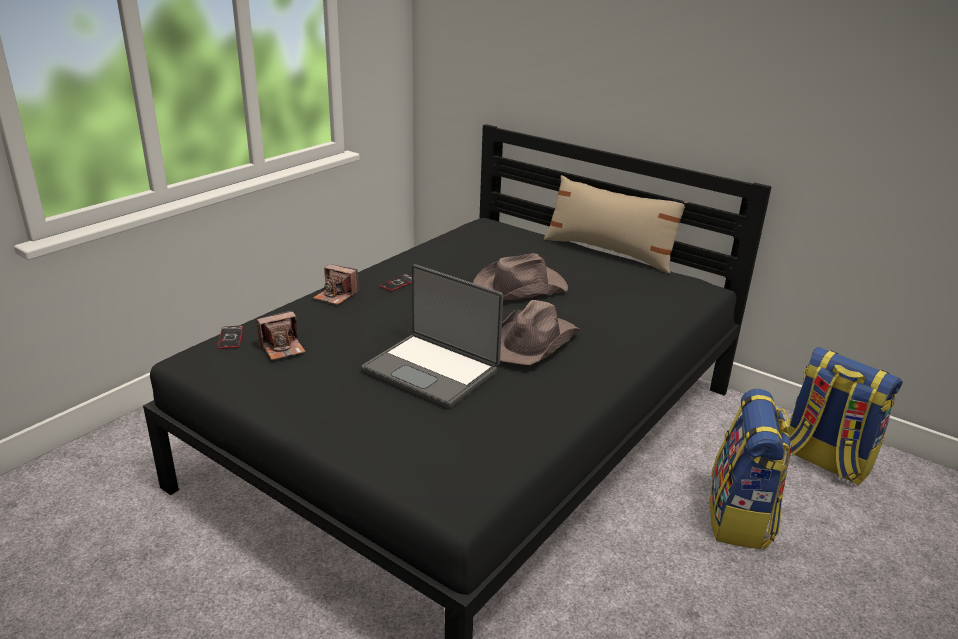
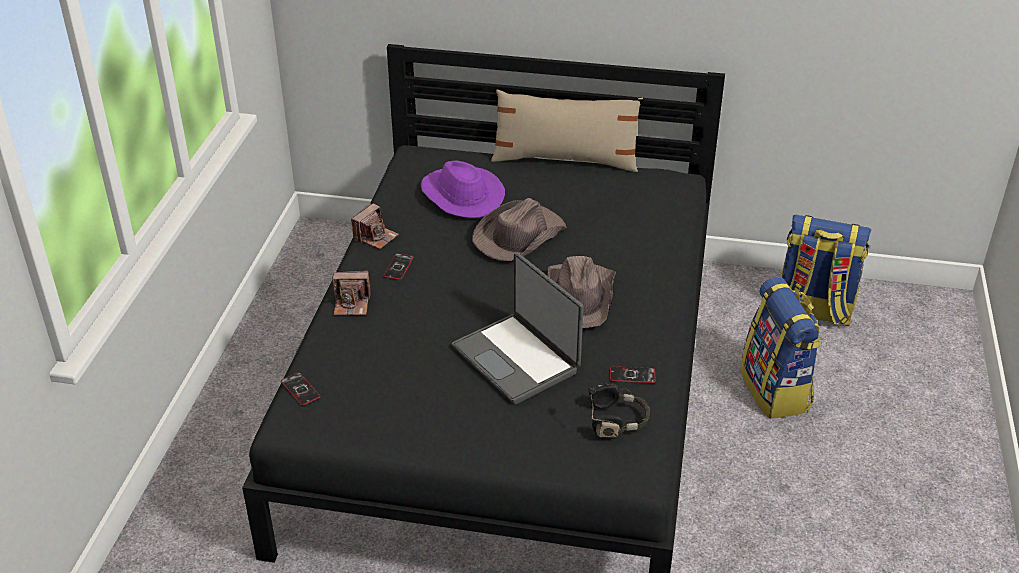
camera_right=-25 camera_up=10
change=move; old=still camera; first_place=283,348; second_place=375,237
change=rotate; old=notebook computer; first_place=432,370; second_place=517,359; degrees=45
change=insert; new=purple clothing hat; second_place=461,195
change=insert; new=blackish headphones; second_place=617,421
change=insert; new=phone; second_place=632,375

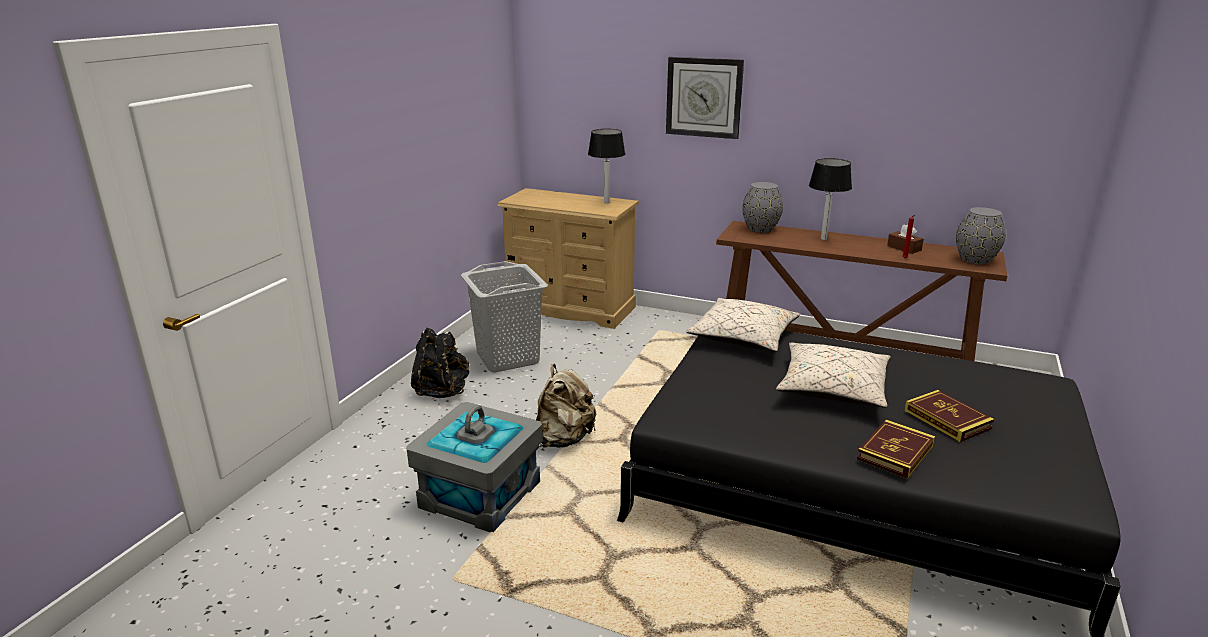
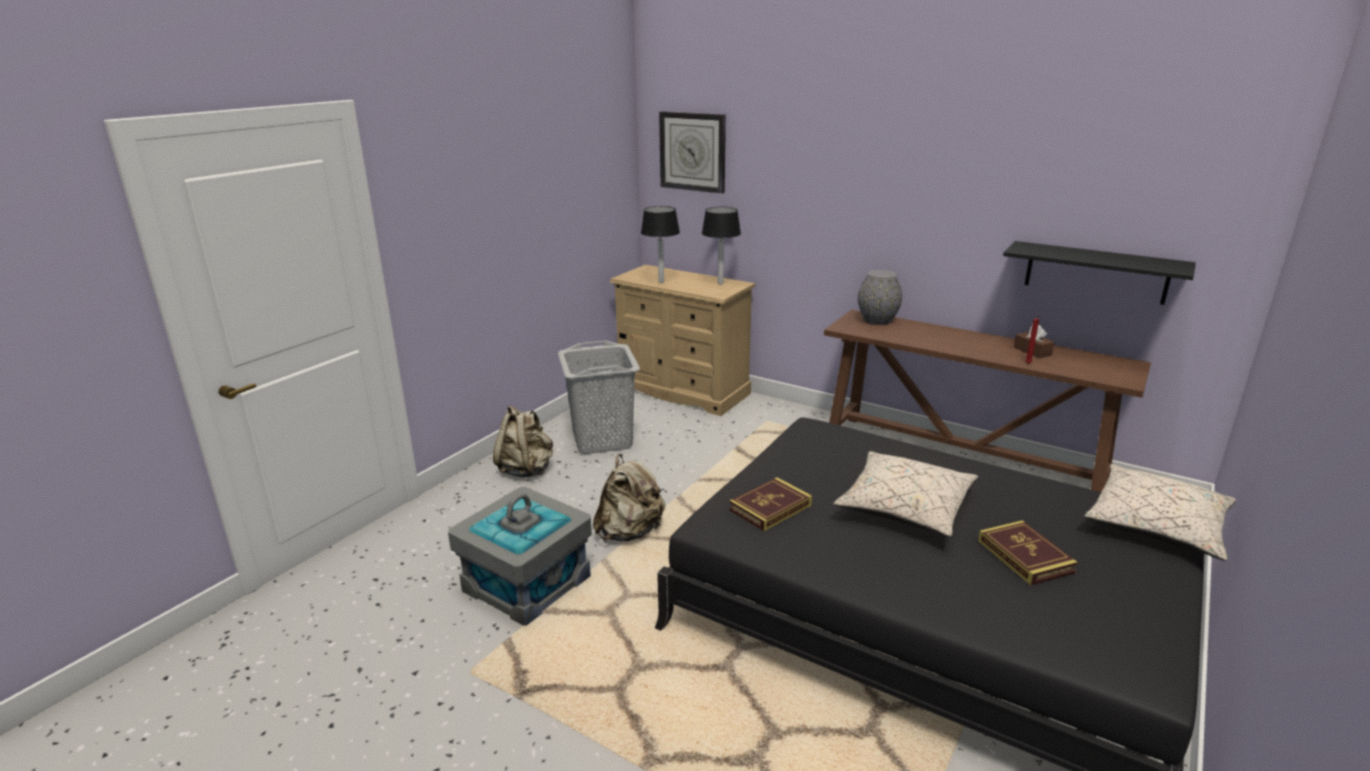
camera_right=10 camera_up=0
change=recolor; old=blackish knapsack; new=sand-coloured knapsack; first_place=442,391; second_place=526,469
change=move; old=wall clock; first_place=704,97; second_place=693,151
change=move; old=sand-coloured throw pillow; first_place=743,337; second_place=1157,525
change=move; old=table lamp; first_place=824,239; second_place=661,282
change=move; old=book; first_place=895,452; second_place=770,508
change=delete; old=grey vase; first_place=976,260
change=insert; new=blackish wall shelf; second_place=1096,272

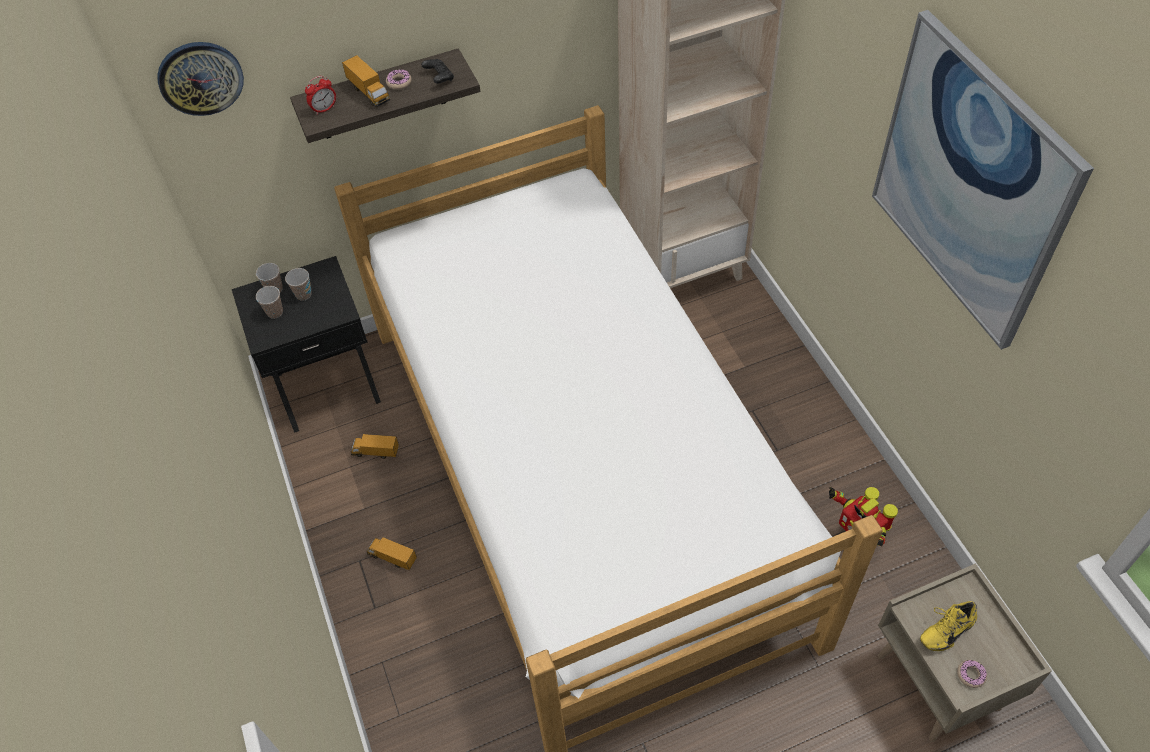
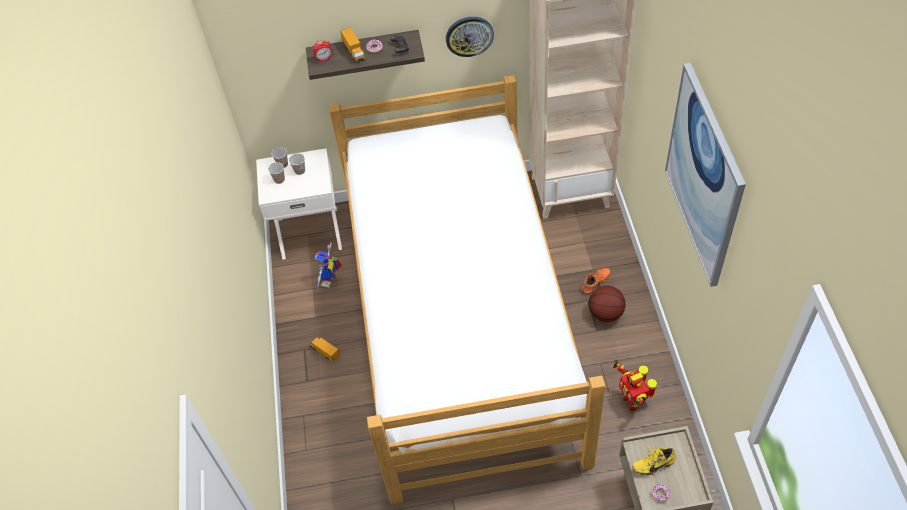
camera_right=15 camera_up=0
change=move; old=wall clock; first_place=200,77; second_place=469,35
change=recolor; old=blackish nightstand; new=white-coloured nightstand; first_place=326,385; second_place=310,231
change=replace; old=toy truck; new=model robot; first_place=375,452; second_place=331,282
change=insert; new=orange-coloured low shoe; second_place=596,284
change=insert; new=ball for basketball; second_place=605,313

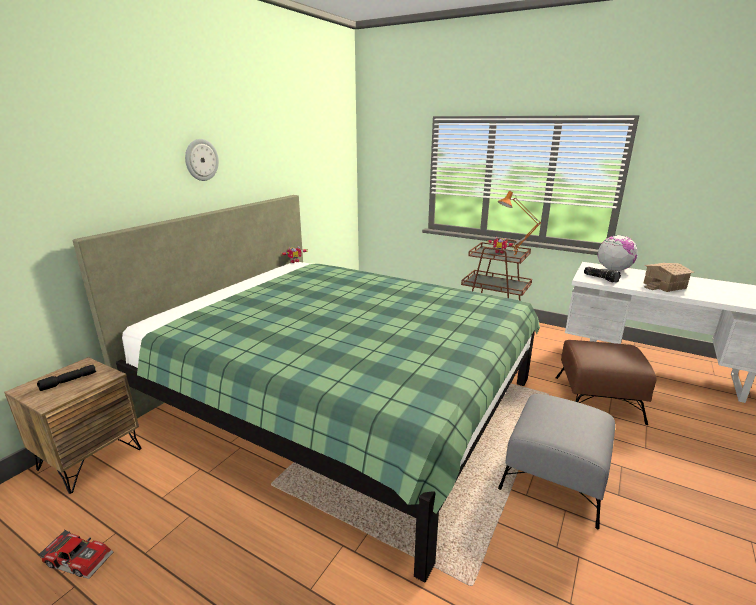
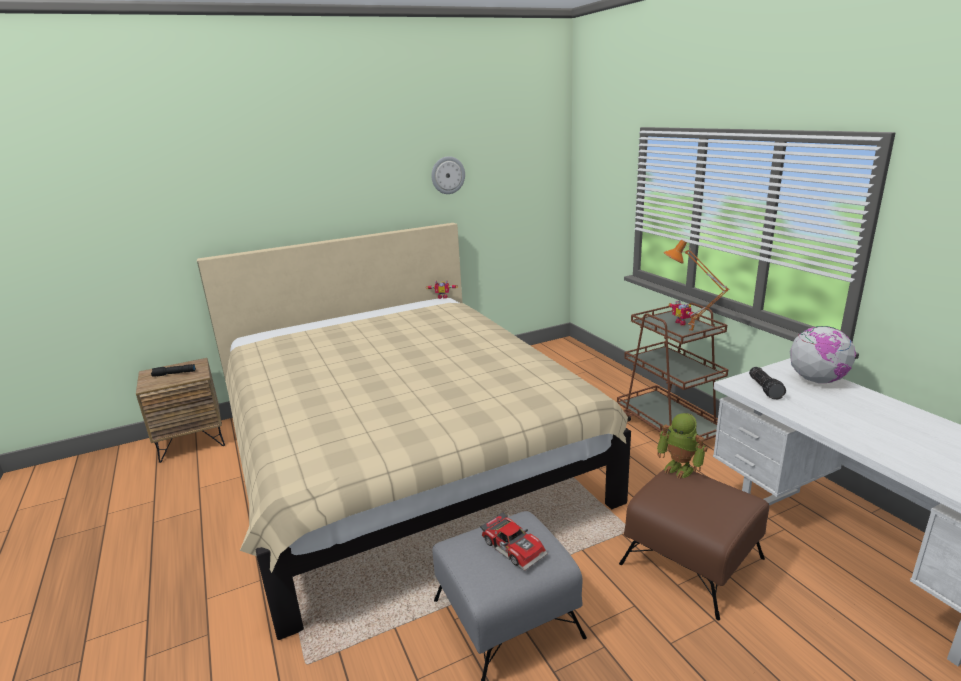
camera_right=35 camera_up=0
change=move; old=model car; first_place=80,558; second_place=514,546
change=recolor; old=greenish bed; new=sand-coloured bed; first_place=340,400; second_place=401,457
change=move; old=wall clock; first_place=201,160; second_place=447,175
change=delete; old=toy house; first_place=665,286
change=insert; new=model robot; second_place=680,468

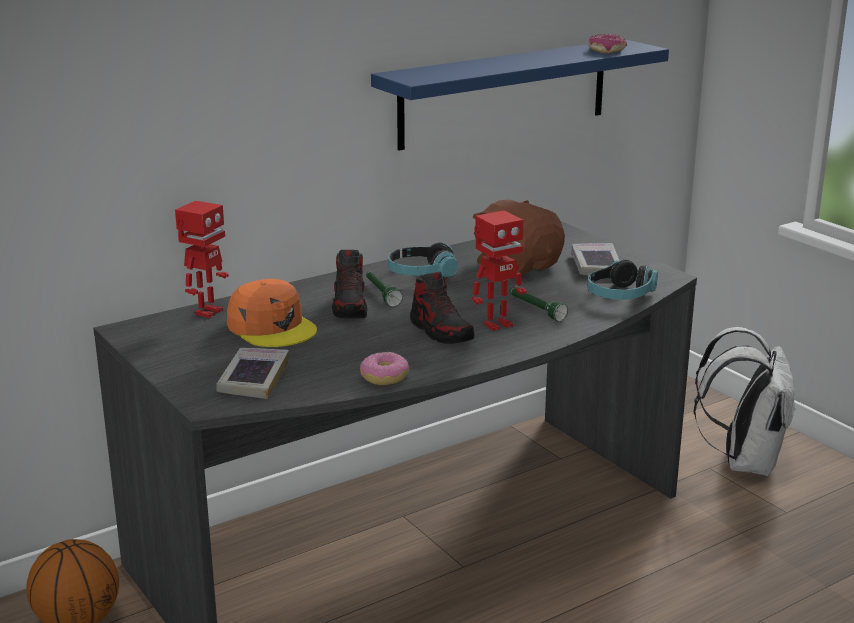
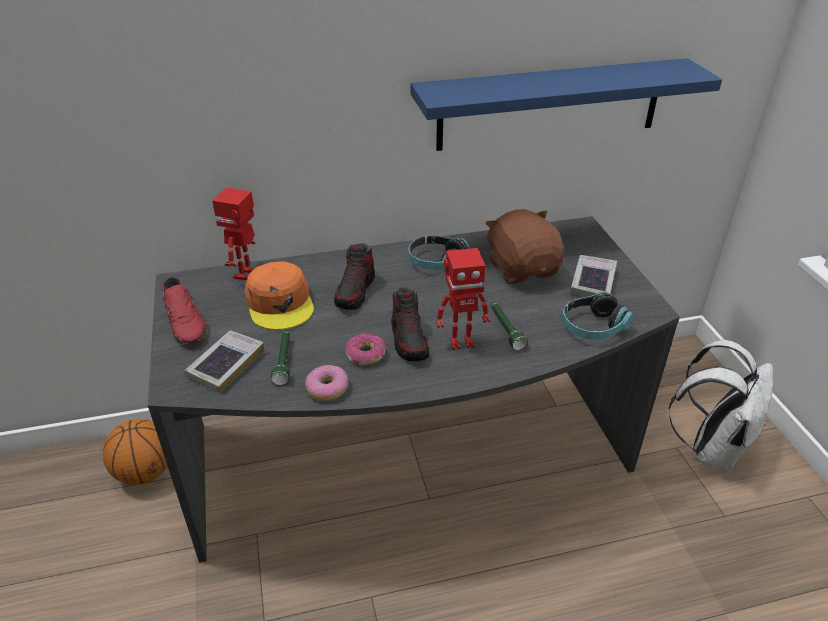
camera_right=20 camera_up=15
change=rotate; old=model robot; first_place=207,312; second_place=245,274; degrees=150
change=move; old=greenish flashlight; first_place=381,294; second_place=284,361
change=move; old=donut; first_place=607,50; second_place=366,355
change=insert; new=red-coloured low shoe; second_place=187,322

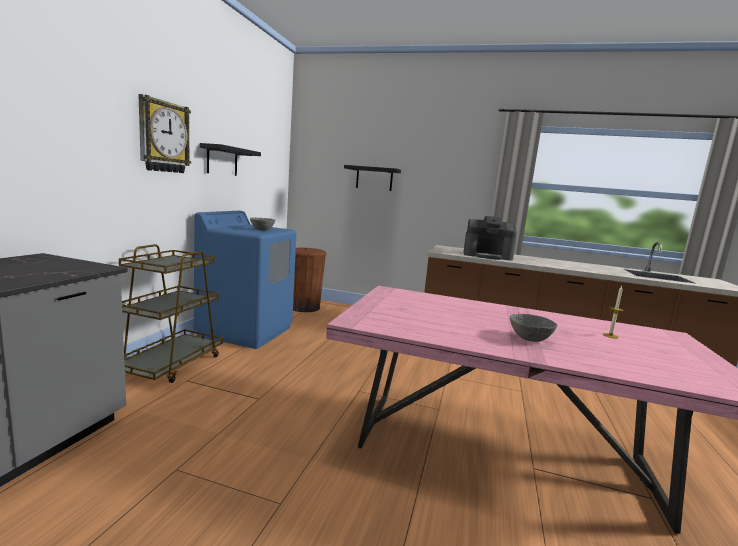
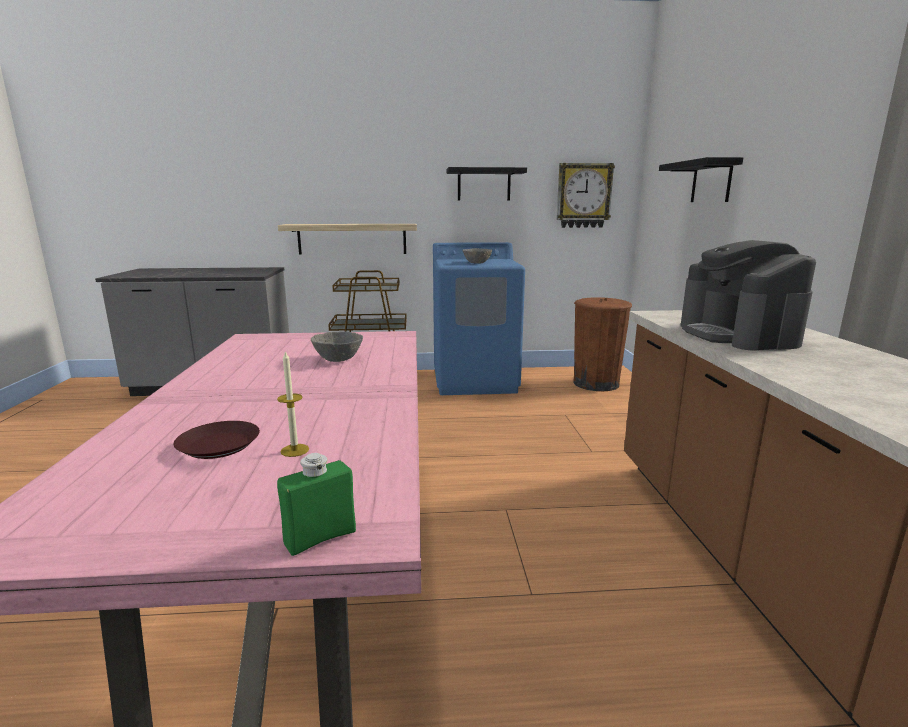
camera_right=70 camera_up=5
change=move; old=wall clock; first_place=163,137; second_place=583,196
change=move; old=grey serving bowl; first_place=529,338; second_place=338,359
change=insert; new=brown flat dish; second_place=220,446
change=insert; new=greenish bottle; second_place=320,538
change=insert; new=wall shelf; second_place=352,239

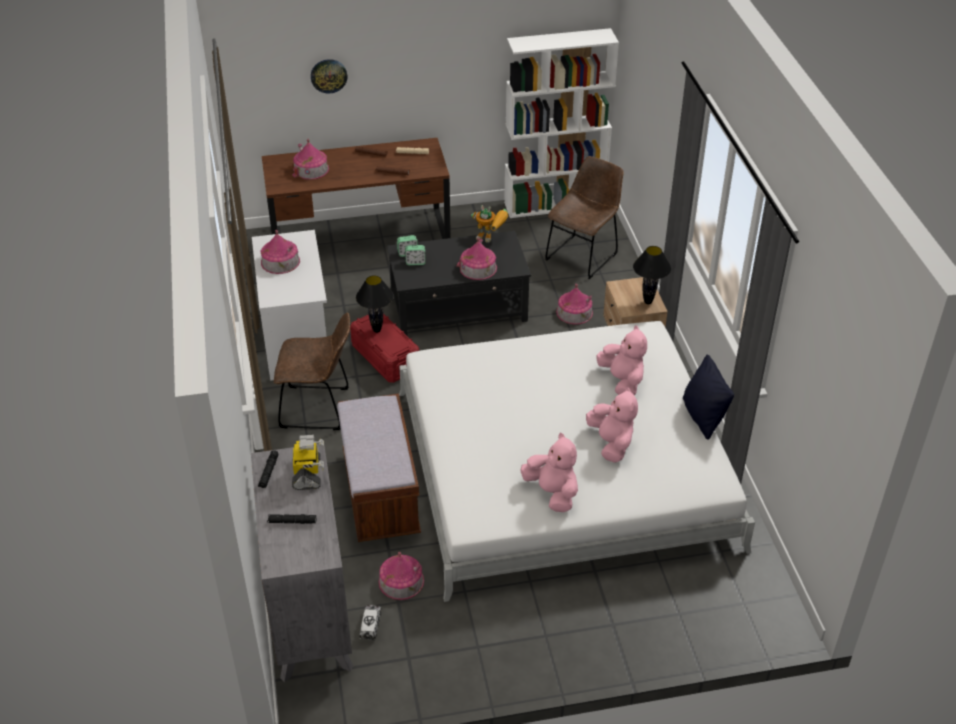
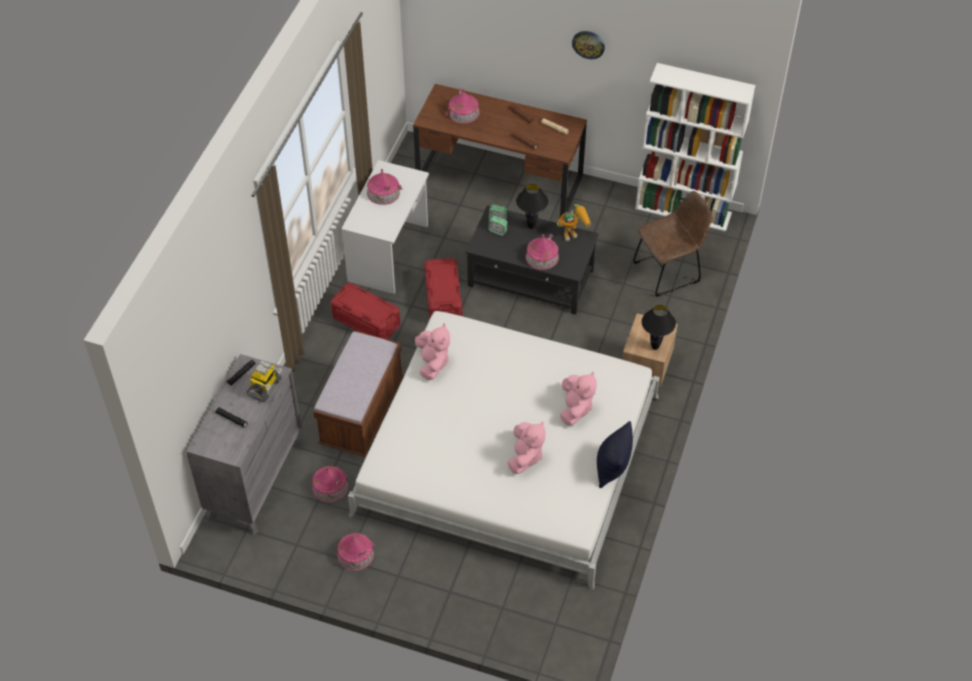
camera_right=30 camera_up=10
change=replace; old=brown plain chair; new=red-coloured storage box; first_place=319,408; second_place=366,321
change=move; old=wall clock; first_place=328,75; second_place=588,44
change=move; old=blackish table lamp; first_place=377,330; second_place=531,226
change=delete; old=toy truck; first_place=370,625
change=rotate; old=model robot; first_place=491,238; second_place=573,232; degrees=-75
change=move; old=pink plush toy; first_place=552,493; second_place=432,363
change=move; old=toy house; first_place=574,312; second_place=355,554

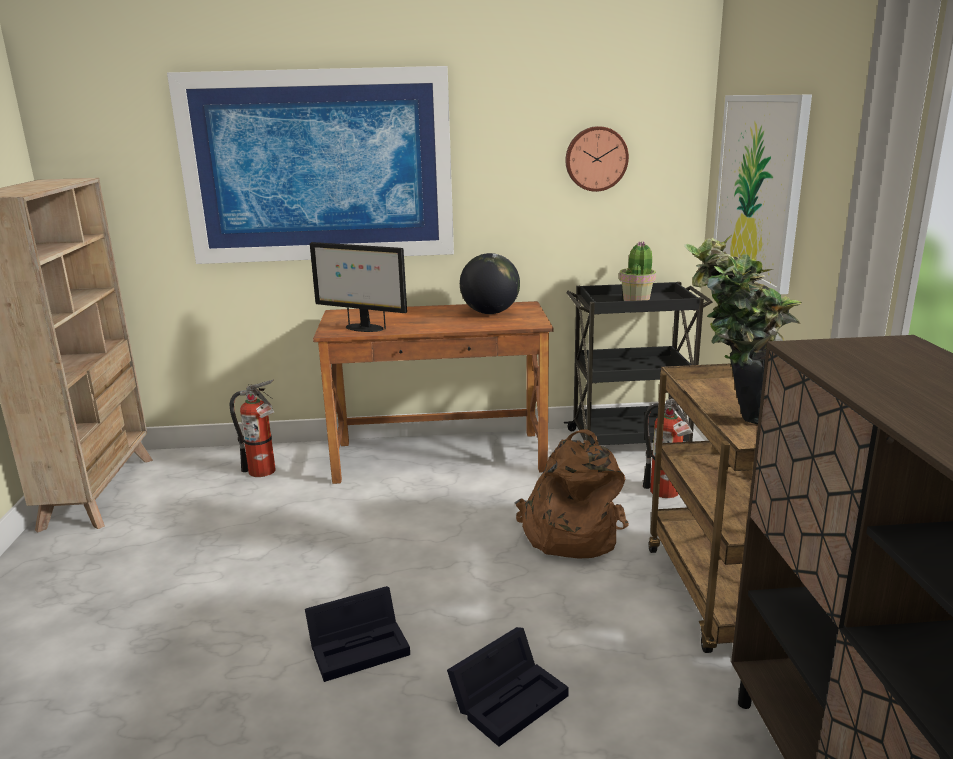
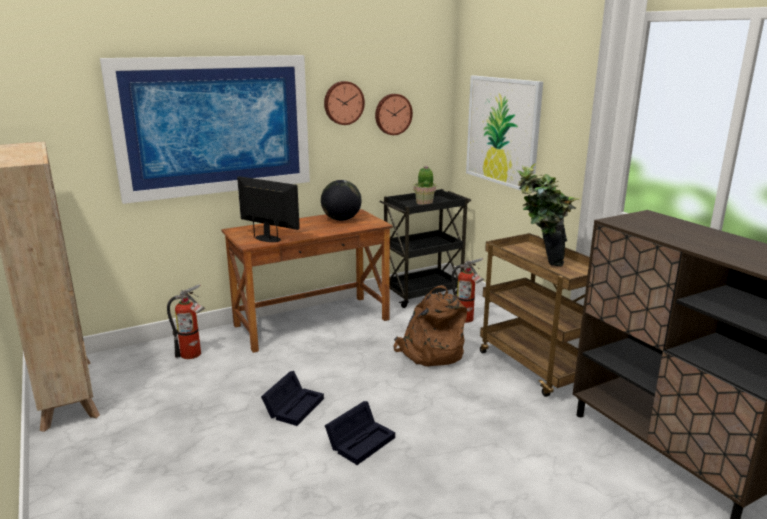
camera_right=-25 camera_up=0
change=rotate; old=monitor; first_place=363,328; second_place=268,239; degrees=-150
change=move; old=blackish storage box; first_place=510,697; second_place=294,406
change=insert; new=wall clock; second_place=343,103

